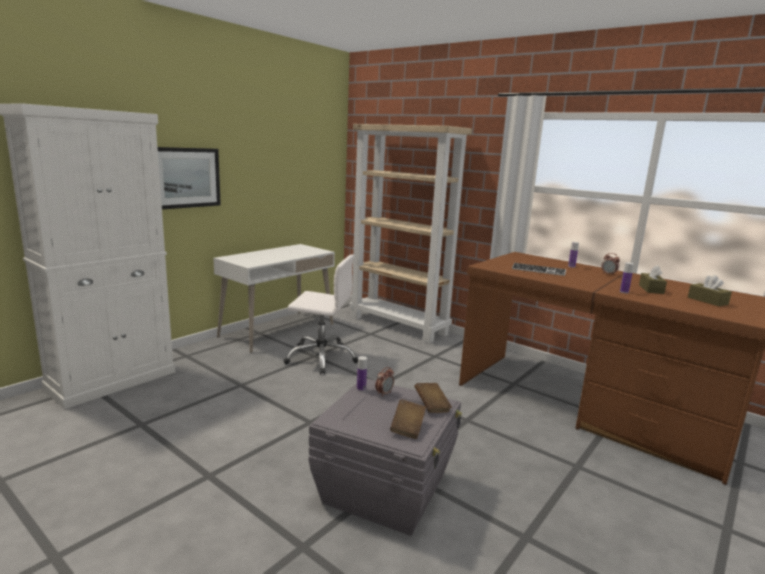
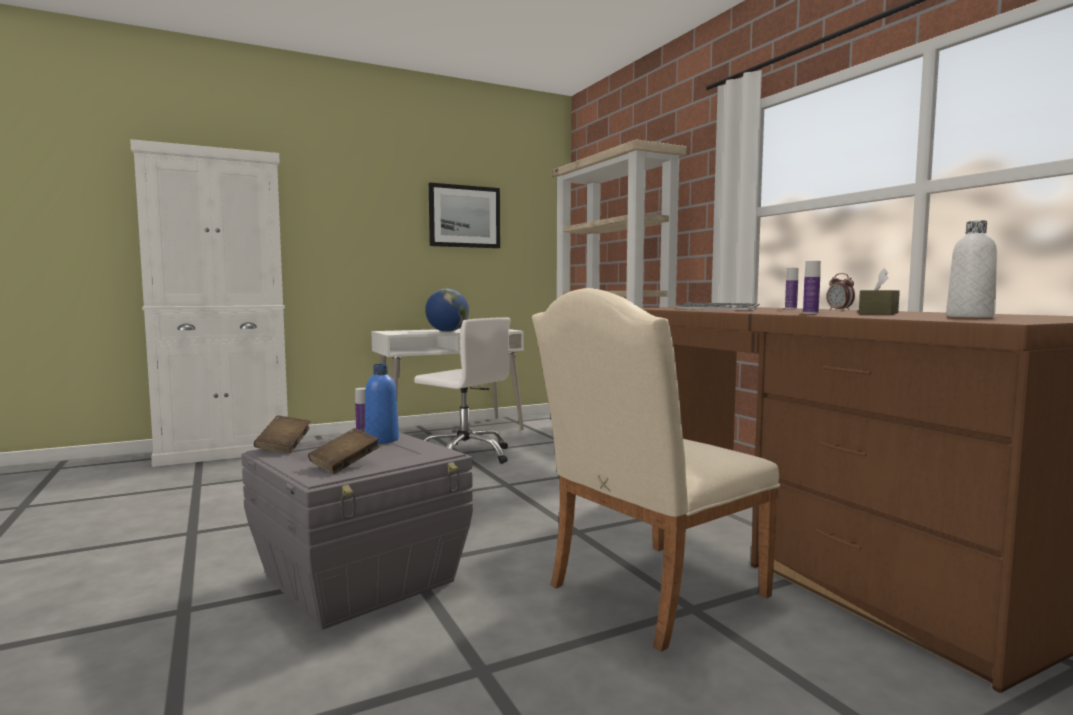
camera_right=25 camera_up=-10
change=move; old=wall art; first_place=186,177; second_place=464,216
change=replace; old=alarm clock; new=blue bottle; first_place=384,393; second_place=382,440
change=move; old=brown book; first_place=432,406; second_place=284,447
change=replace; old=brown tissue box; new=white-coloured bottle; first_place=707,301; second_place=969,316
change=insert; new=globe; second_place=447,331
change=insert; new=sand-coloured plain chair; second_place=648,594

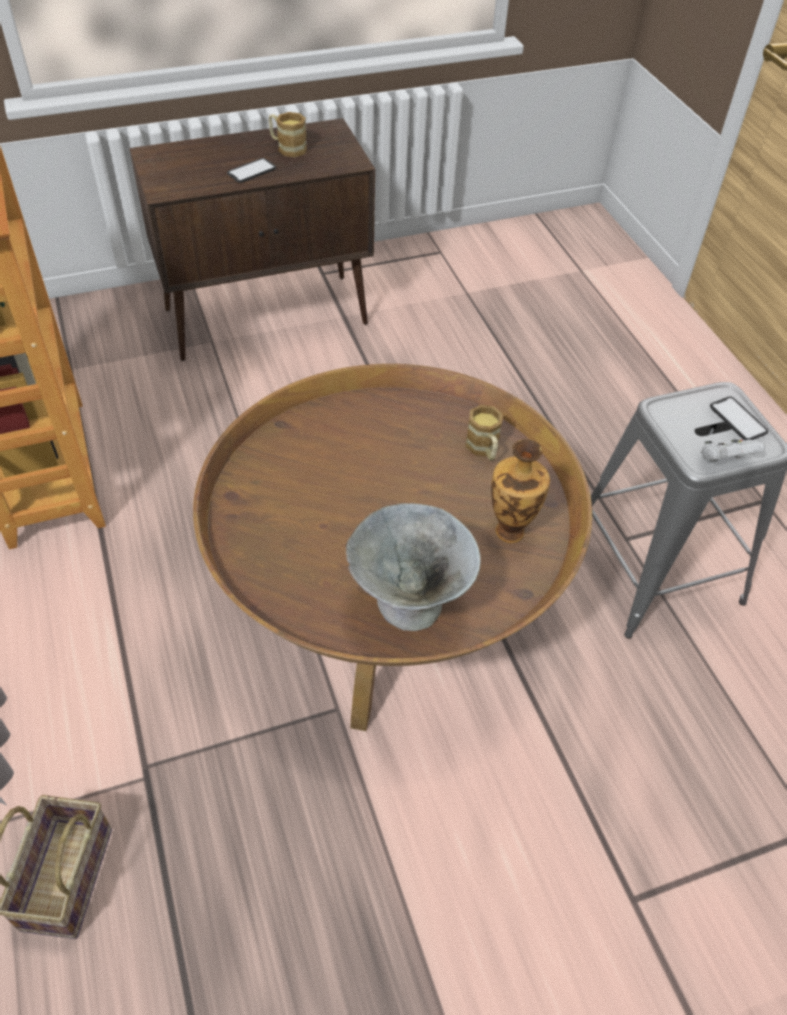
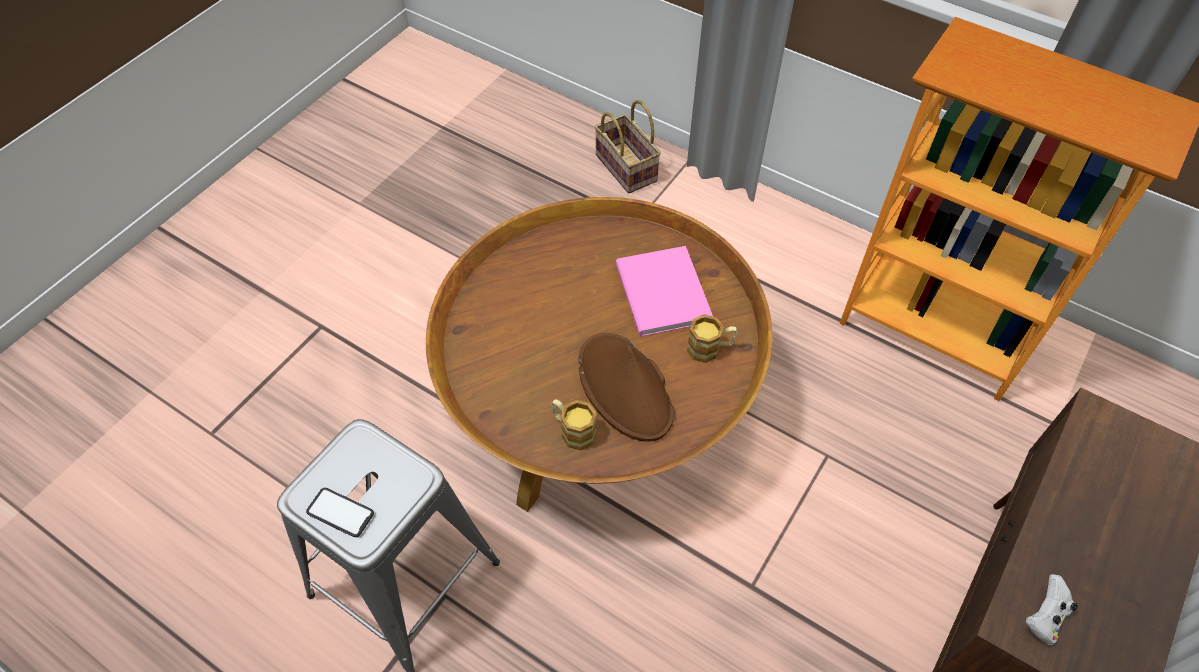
camera_right=145 camera_up=5
change=delete; old=phone; first_place=251,171
change=move; old=mug; first_place=287,148; second_place=710,348
change=delete; old=grey serving bowl; first_place=408,603
change=delete; old=vase; first_place=510,530
change=move; old=white-coloured gamepad; first_place=724,461; second_place=1043,617
change=insert; new=brown clothing hat; second_place=625,388
change=insert; new=pink book; second_place=661,295

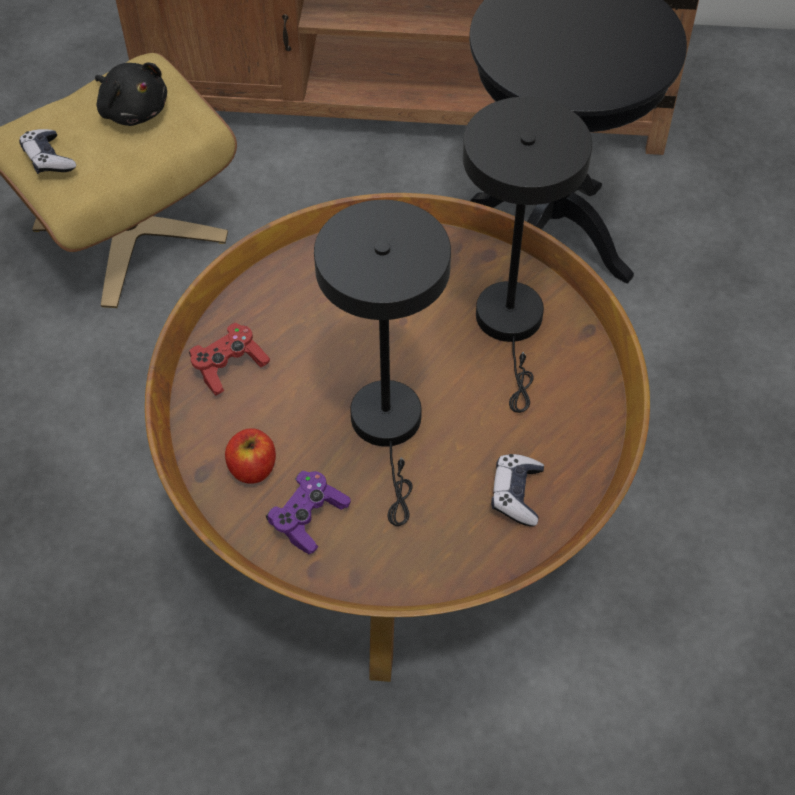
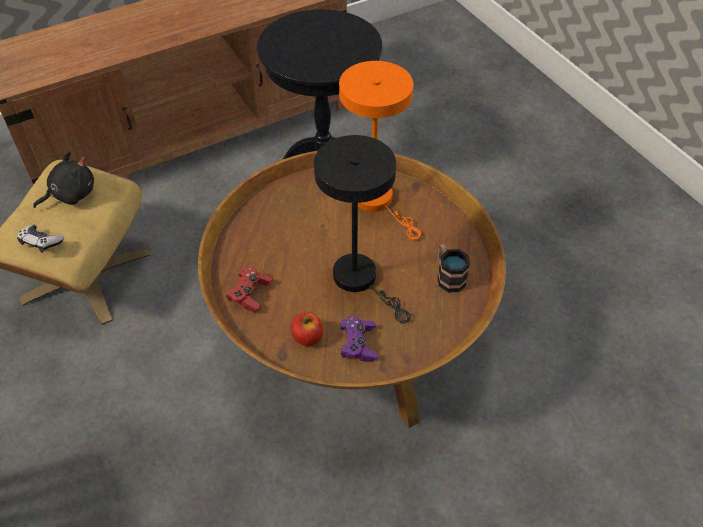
camera_right=-35 camera_up=-5
change=rotate; old=blackish plush toy; first_place=133,110; second_place=71,194; degrees=-45
change=recolor; old=blackish table lamp; new=orange-coloured table lamp; first_place=511,326; second_place=378,201
change=replace; old=gamepad; new=mug; first_place=516,494; second_place=448,276

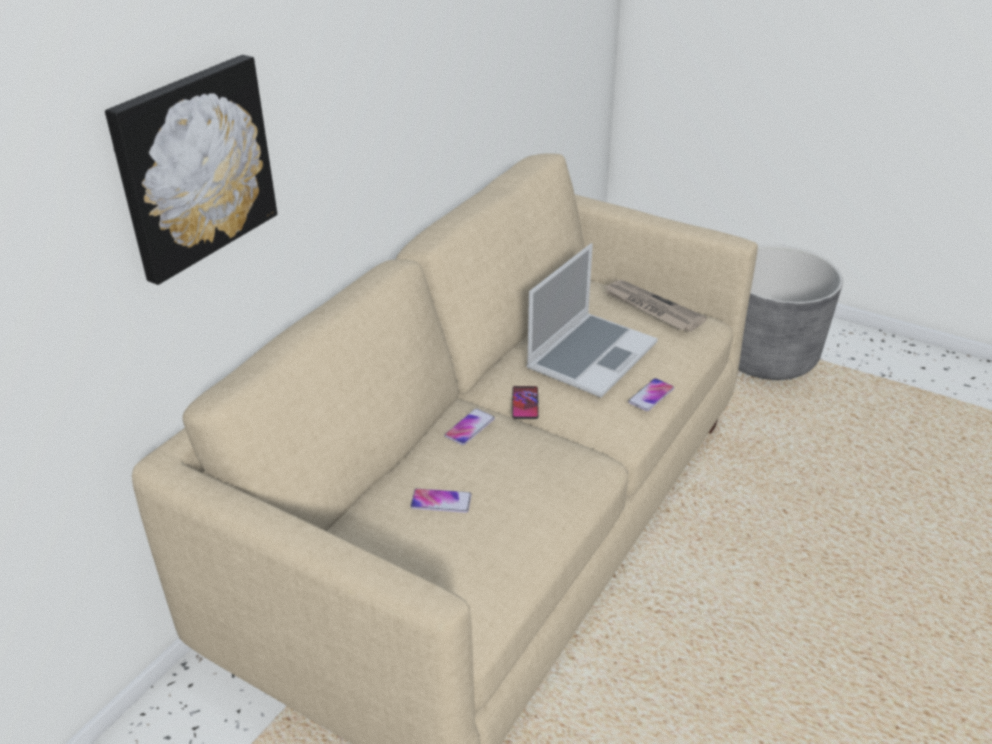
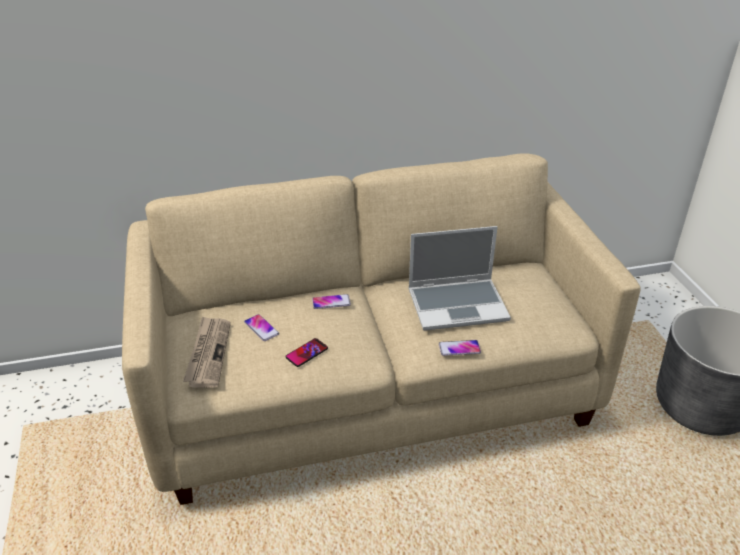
camera_right=45 camera_up=0
change=delete; old=wall art; first_place=193,166
change=move; old=phone; first_place=525,403; second_place=306,353
change=move; old=newspaper; first_place=651,308; second_place=208,353

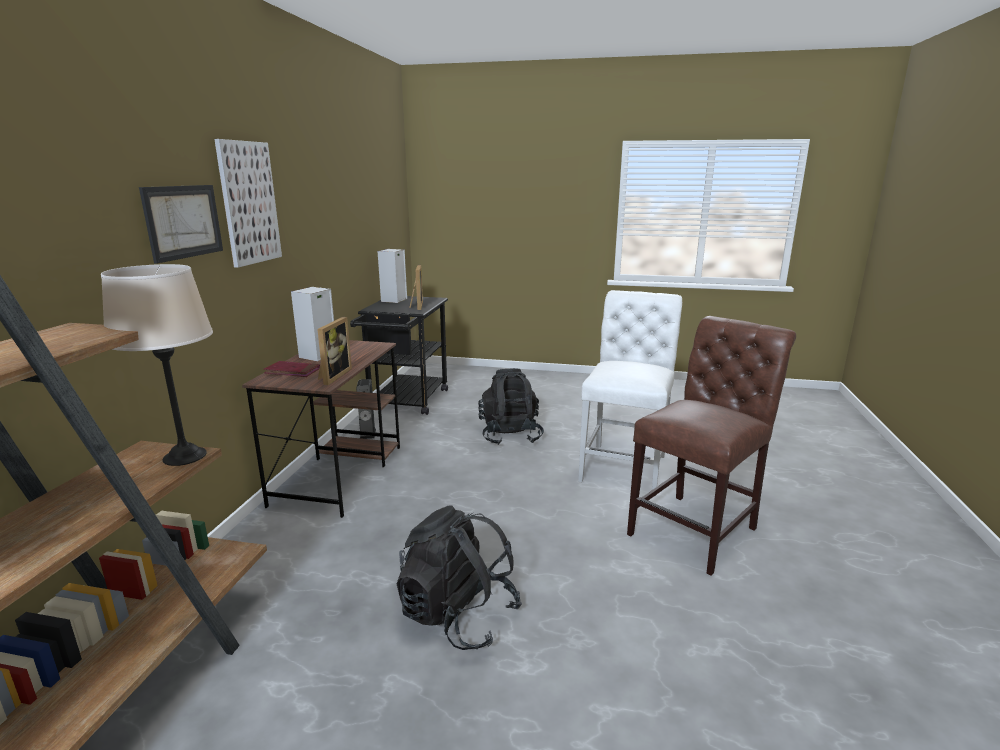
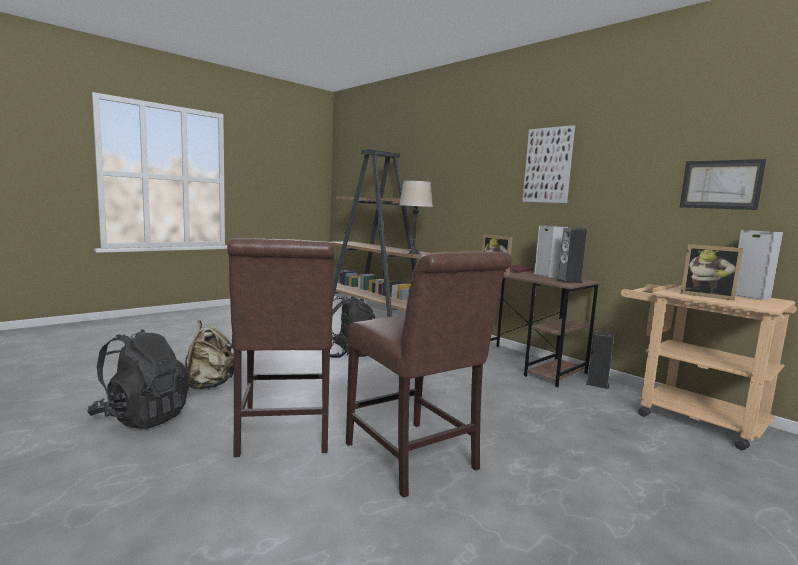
camera_right=125 camera_up=-10
change=move; old=wall art; first_place=183,221; second_place=720,184
change=recolor; old=blackish cart; new=sand-coloured cart; first_place=406,402; second_place=688,416
change=move; old=blackish knapsack; first_place=510,435; second_place=142,417
change=recolor; old=white-coloured plain chair; new=brown plain chair; first_place=625,465; second_place=414,460
change=insert; new=sand-coloured knapsack; second_place=209,385
change=insert; new=loudspeaker; second_place=569,281

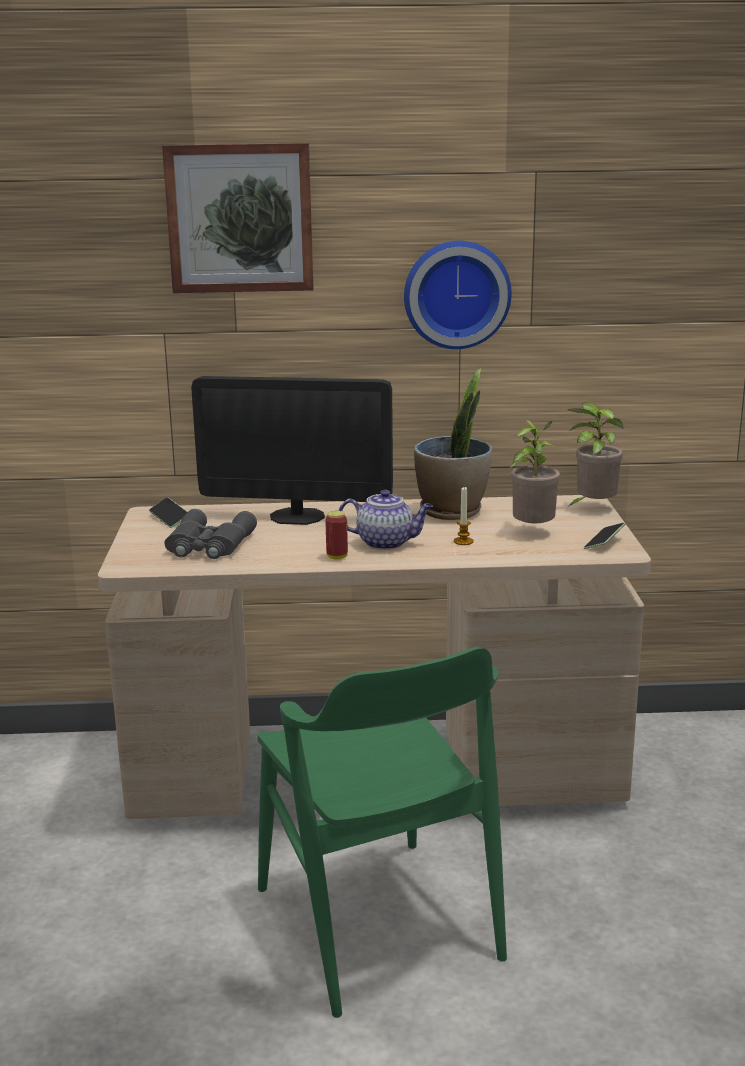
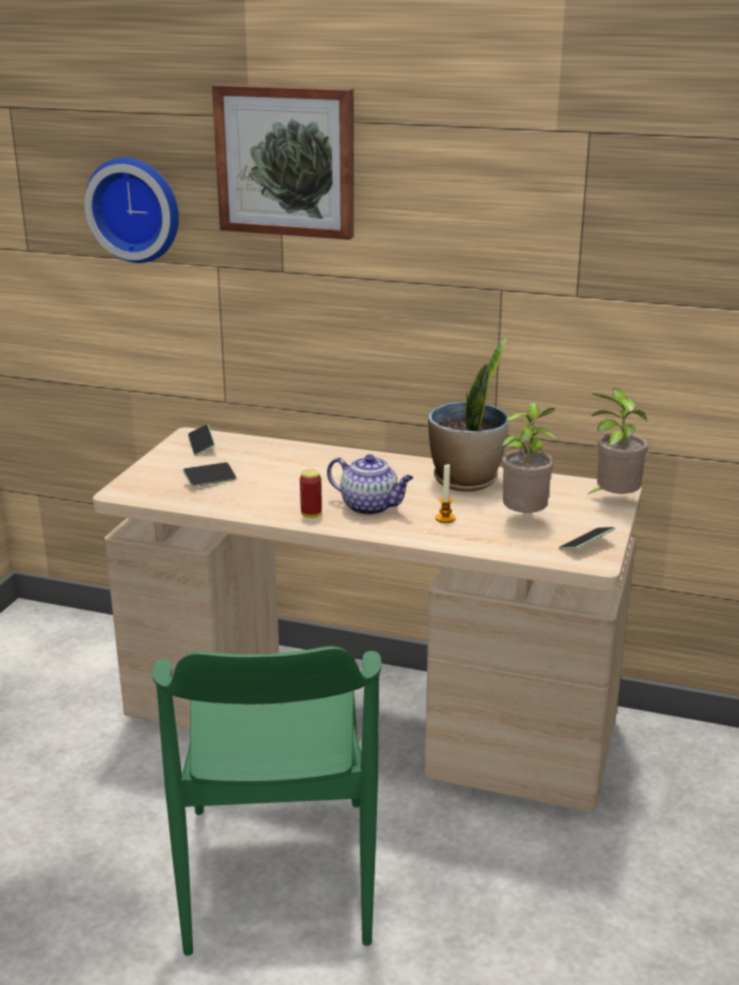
camera_right=20 camera_up=5
change=replace; old=grey binoculars; new=phone; first_place=208,545; second_place=210,481
change=delete; old=monitor; first_place=297,516
change=move; old=wall clock; first_place=456,294; second_place=136,209

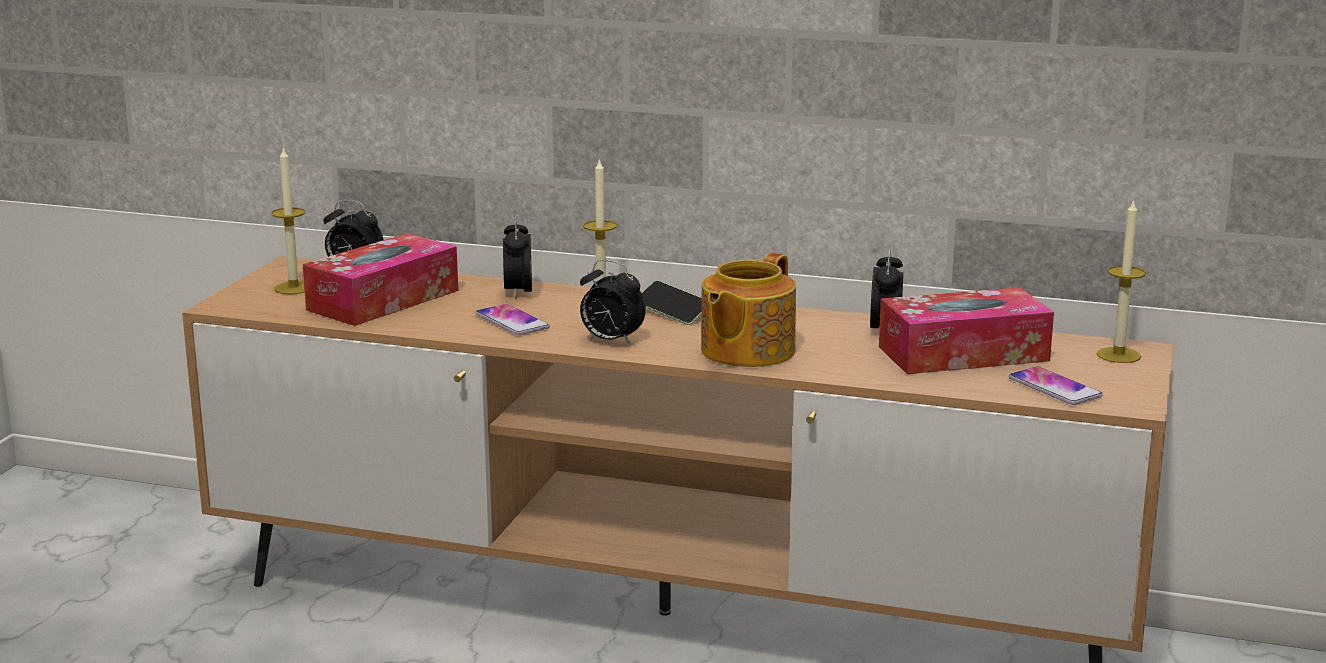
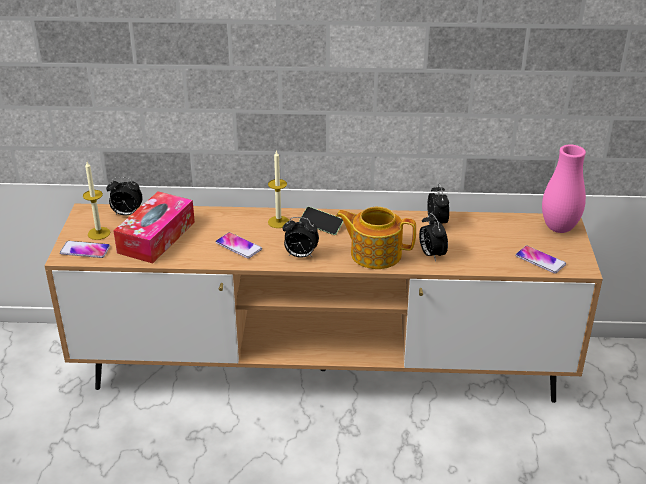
camera_right=-15 camera_up=15
change=move; old=alarm clock; first_place=518,292; second_place=431,254
change=rotate; old=pot for tea; first_place=745,351; second_place=375,253; degrees=90
change=delete; old=tissue box; first_place=963,354
change=replace; old=candle; new=pink vase; first_place=1118,355; second_place=559,228
change=insert; new=phone; second_place=85,250

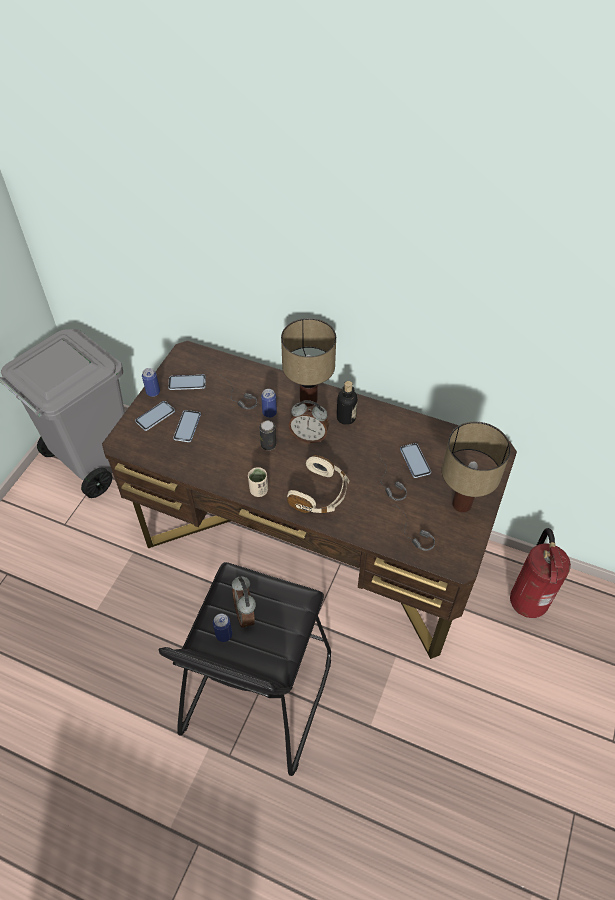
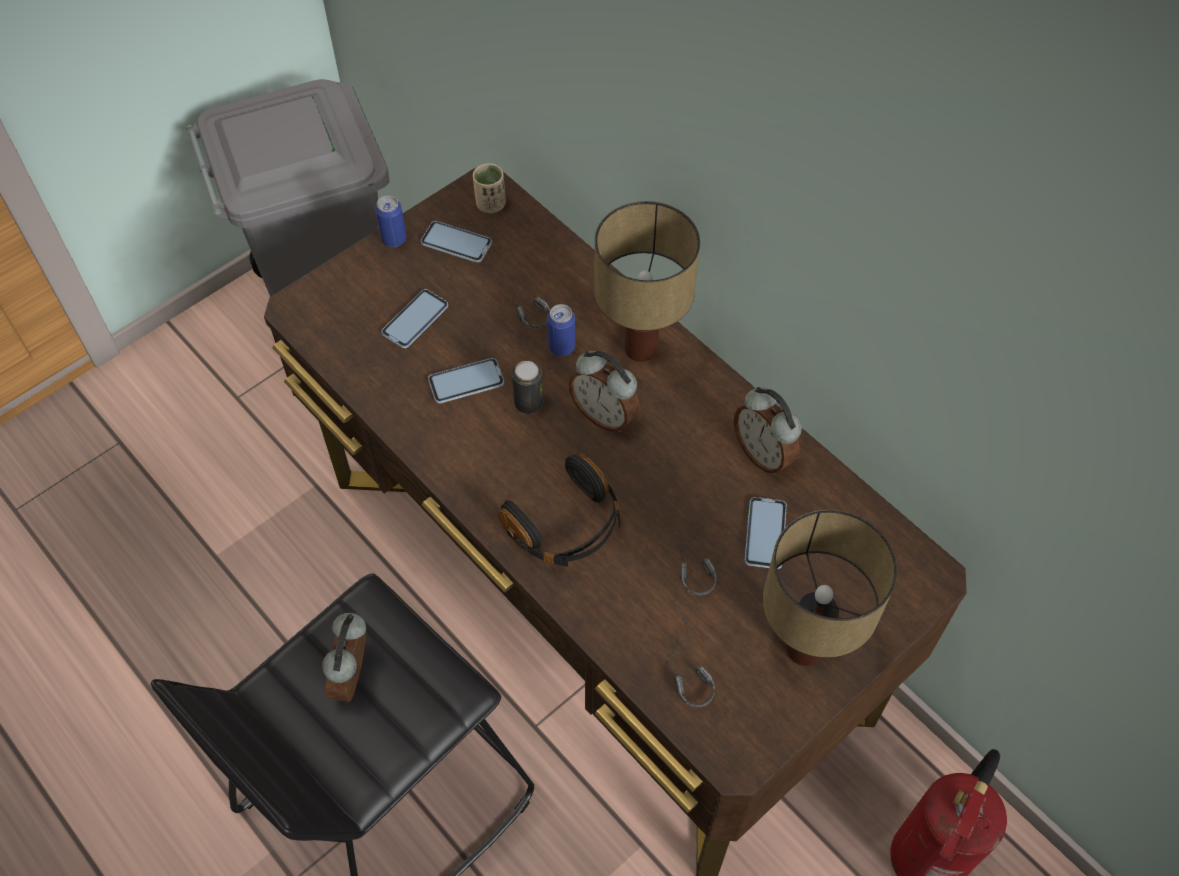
camera_right=25 camera_up=5
change=move; old=phone; first_place=155,416; second_place=466,382
change=delete; old=sealed can; first_place=224,635
change=move; old=sand-coloured small cup; first_place=258,490; second_place=490,204
change=recolor; old=sand-coloured headphones; new=blackish headphones; first_place=320,494; second_place=566,526
change=delete; old=bottle; first_place=346,418
change=insert; new=alarm clock; second_place=763,454

